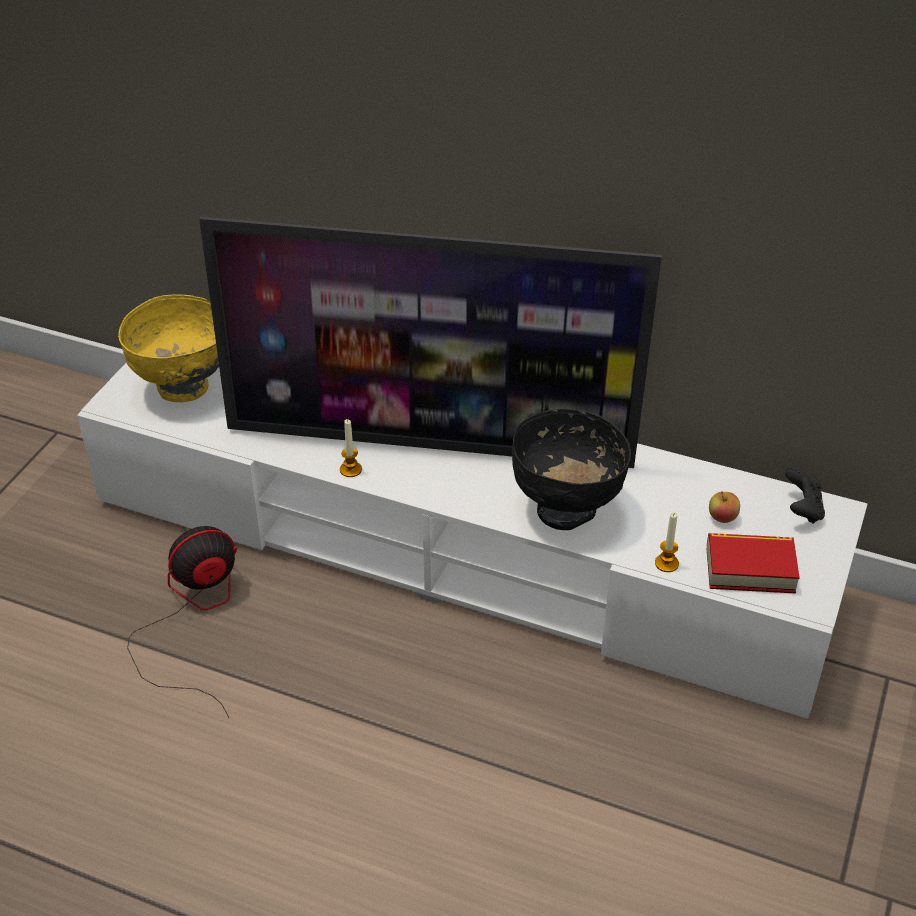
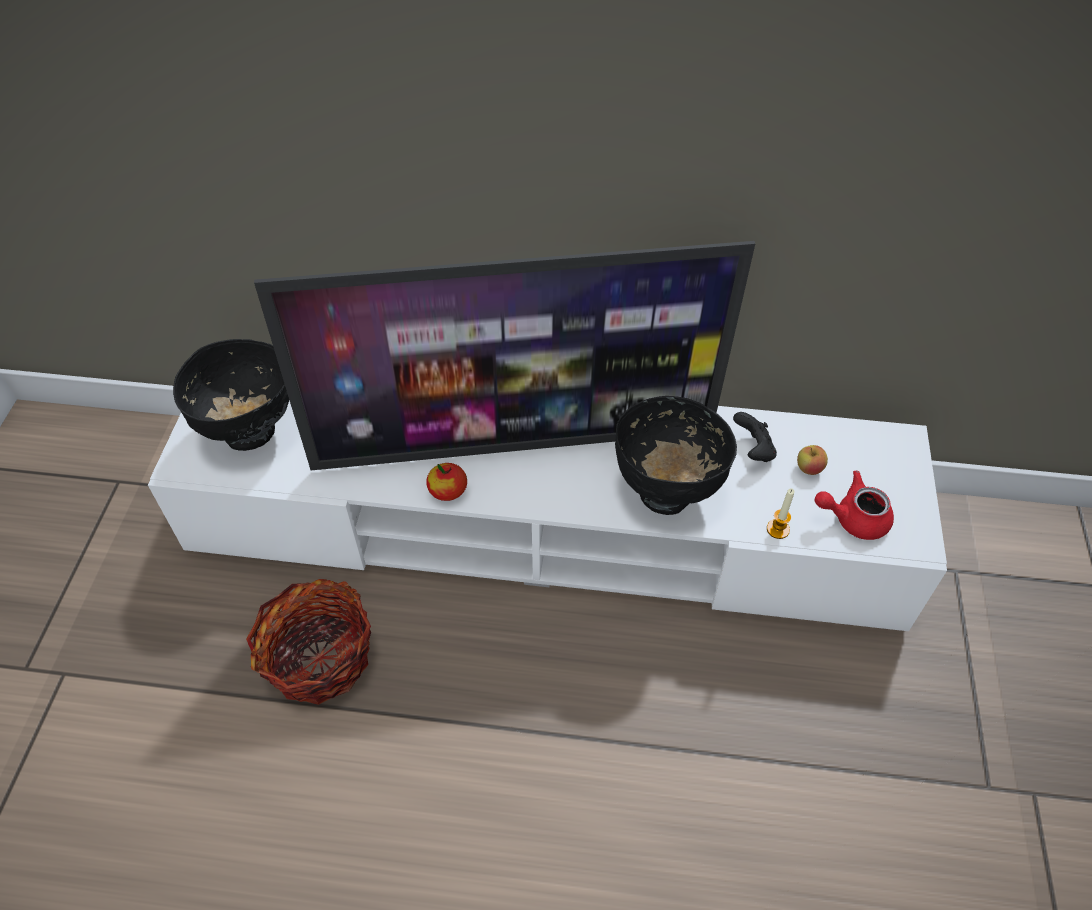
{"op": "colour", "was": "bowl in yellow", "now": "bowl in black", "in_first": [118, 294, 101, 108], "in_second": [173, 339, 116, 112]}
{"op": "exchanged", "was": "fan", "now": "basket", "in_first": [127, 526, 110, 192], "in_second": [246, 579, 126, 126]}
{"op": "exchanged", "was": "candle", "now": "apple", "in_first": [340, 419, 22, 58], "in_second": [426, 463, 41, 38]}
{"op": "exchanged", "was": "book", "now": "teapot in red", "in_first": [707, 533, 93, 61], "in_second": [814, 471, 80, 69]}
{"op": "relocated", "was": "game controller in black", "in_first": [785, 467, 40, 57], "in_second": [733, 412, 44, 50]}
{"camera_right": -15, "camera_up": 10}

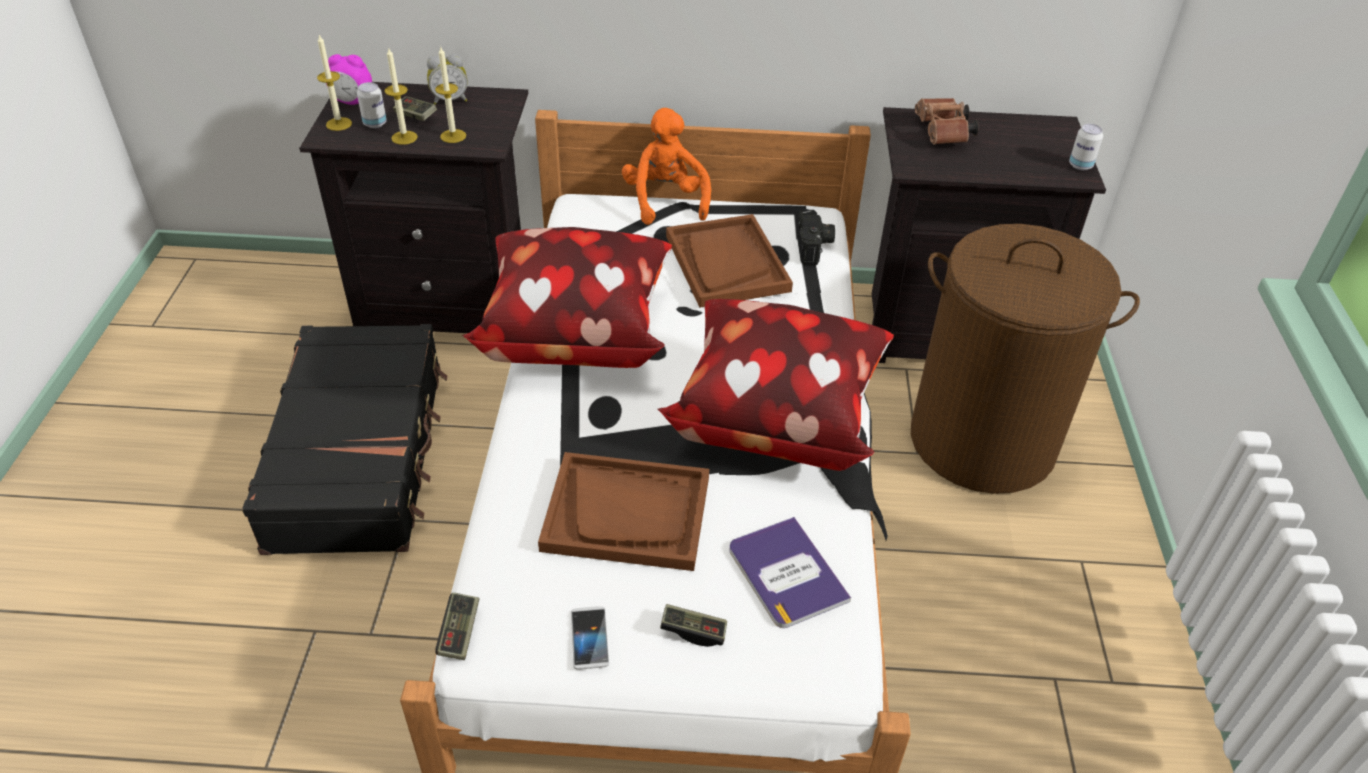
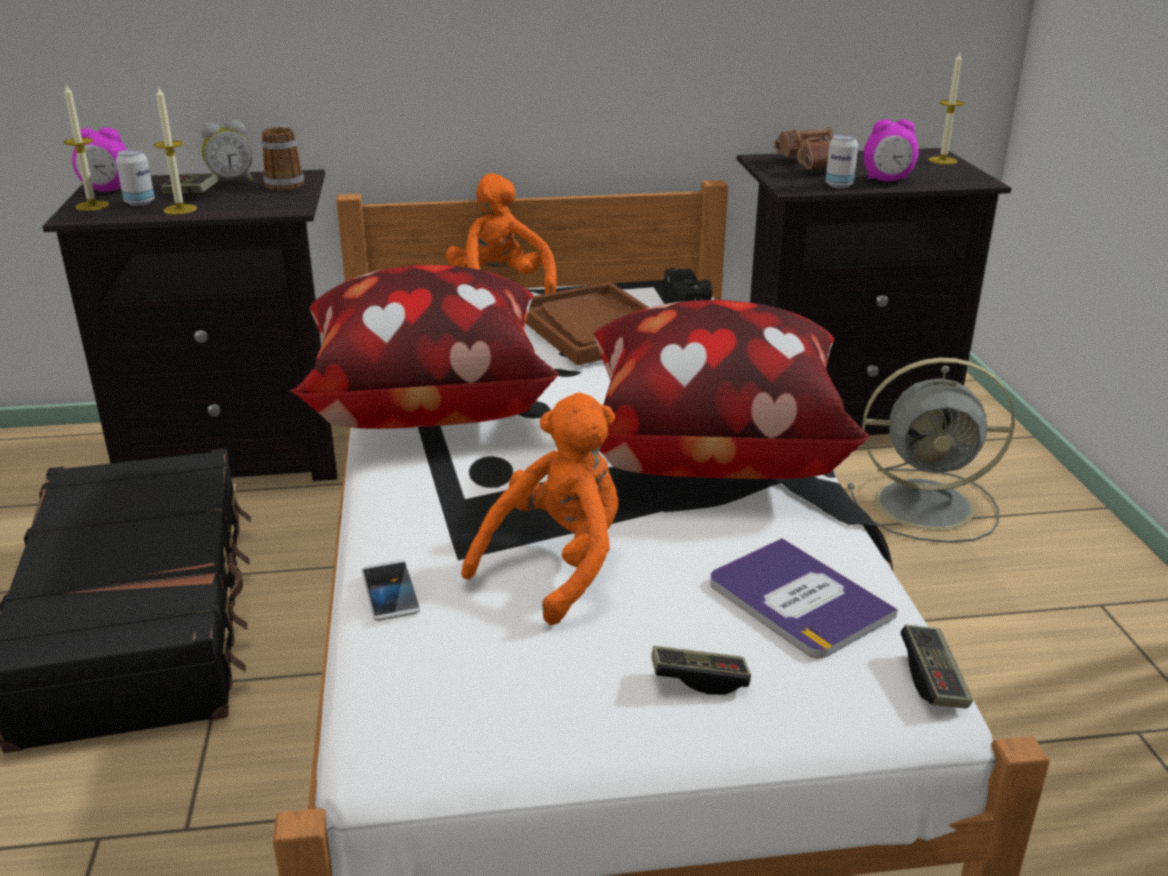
{"op": "relocated", "was": "candle", "in_first": [435, 47, 31, 96], "in_second": [929, 52, 36, 113]}
{"op": "relocated", "was": "game controller", "in_first": [435, 592, 44, 68], "in_second": [901, 625, 72, 84]}
{"op": "exchanged", "was": "tray in brown", "now": "plush toy in orange", "in_first": [538, 452, 171, 119], "in_second": [461, 393, 157, 232]}
{"op": "relocated", "was": "phone", "in_first": [571, 606, 38, 64], "in_second": [362, 560, 59, 61]}
{"op": "exchanged", "was": "laundry basket in brown", "now": "fan in grey", "in_first": [911, 224, 229, 270], "in_second": [848, 358, 167, 185]}
{"op": "relocated", "was": "can", "in_first": [1069, 124, 34, 46], "in_second": [826, 134, 32, 54]}
{"op": "appeared", "now": "mug", "in_second": [262, 125, 42, 66]}
{"op": "appeared", "now": "alarm clock", "in_second": [864, 119, 55, 62]}
{"camera_right": -10, "camera_up": -15}

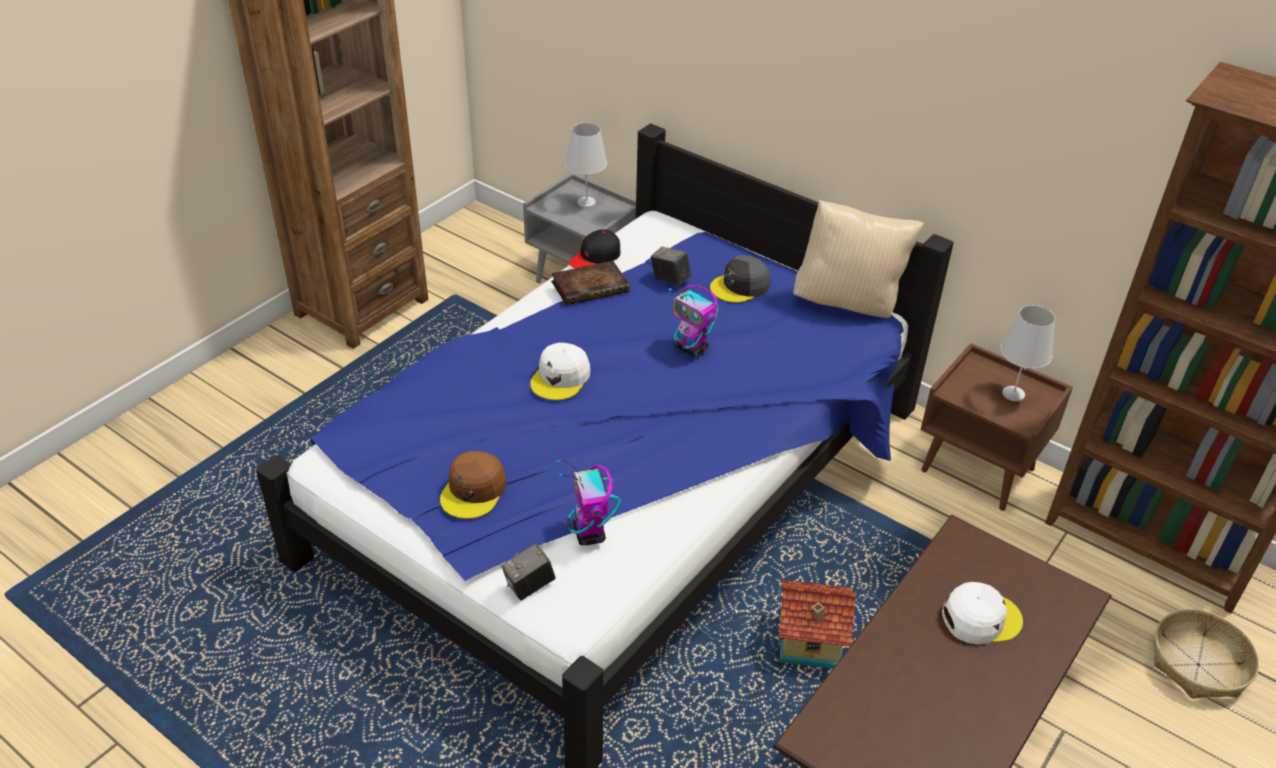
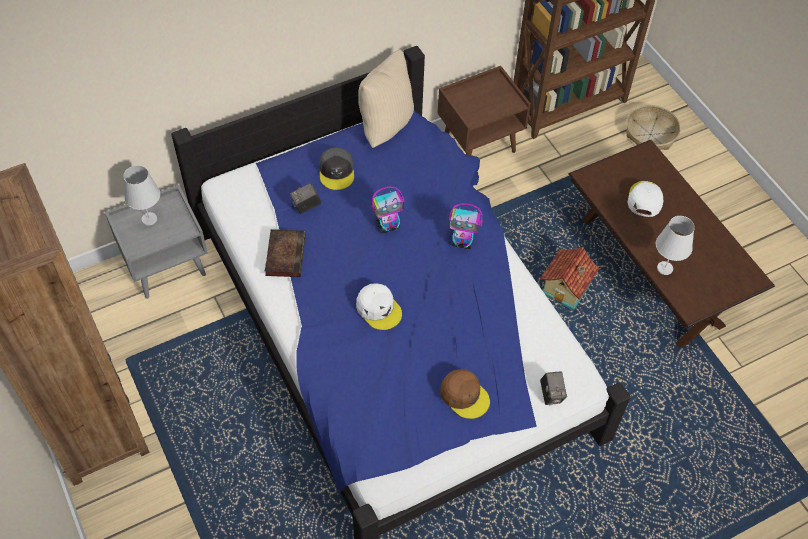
{"op": "relocated", "was": "toy robot", "in_first": [556, 460, 65, 85], "in_second": [448, 203, 35, 46]}
{"op": "missing", "was": "cap in black", "in_first": [569, 229, 52, 40]}
{"op": "relocated", "was": "table lamp in white", "in_first": [1000, 305, 55, 97], "in_second": [656, 216, 39, 59]}
{"camera_right": -65, "camera_up": 15}

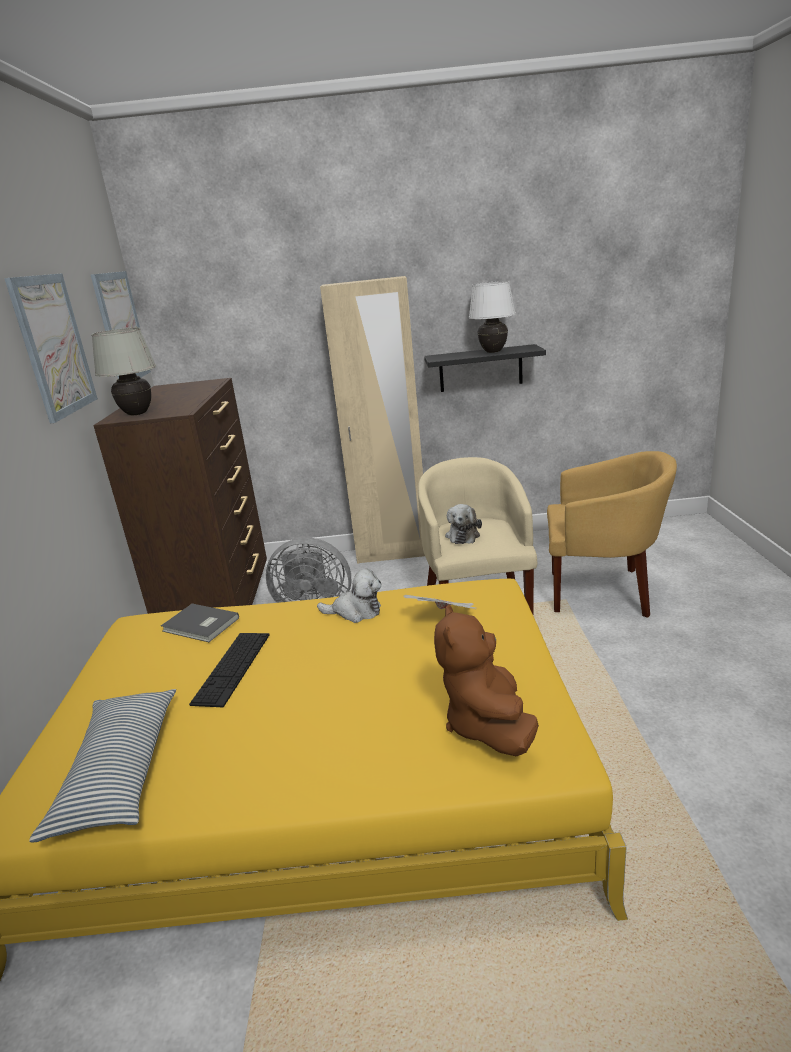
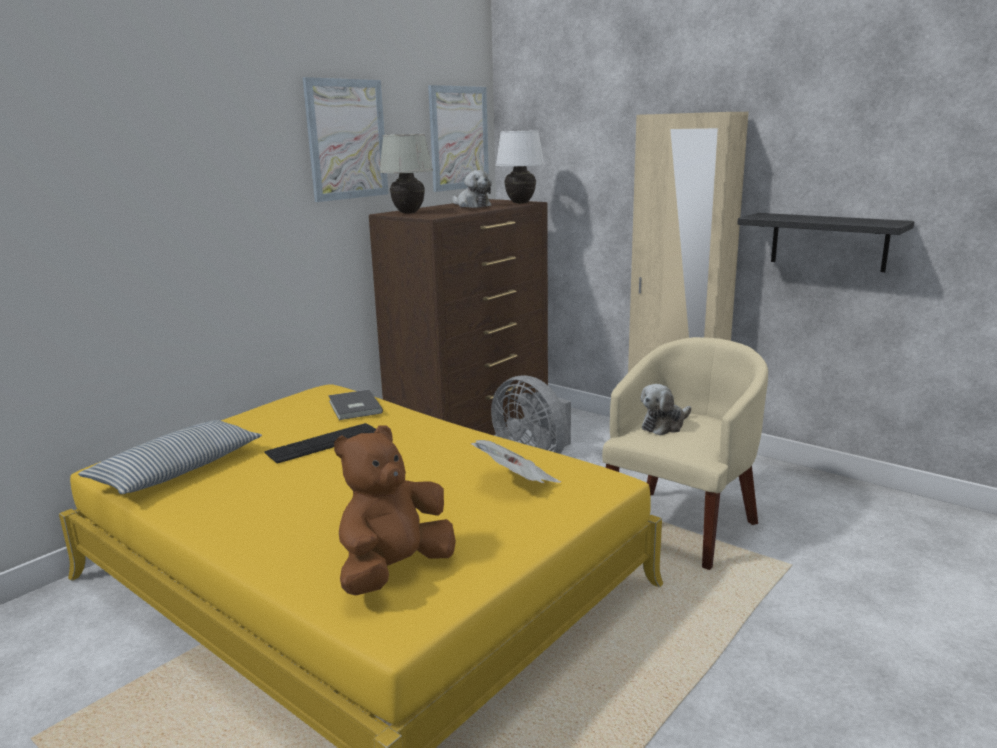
{"op": "relocated", "was": "plush toy", "in_first": [317, 569, 65, 54], "in_second": [452, 170, 40, 38]}
{"op": "relocated", "was": "table lamp in white", "in_first": [469, 281, 47, 72], "in_second": [496, 131, 49, 72]}
{"op": "missing", "was": "armchair in yellow", "in_first": [547, 451, 130, 167]}
{"camera_right": 40, "camera_up": -5}

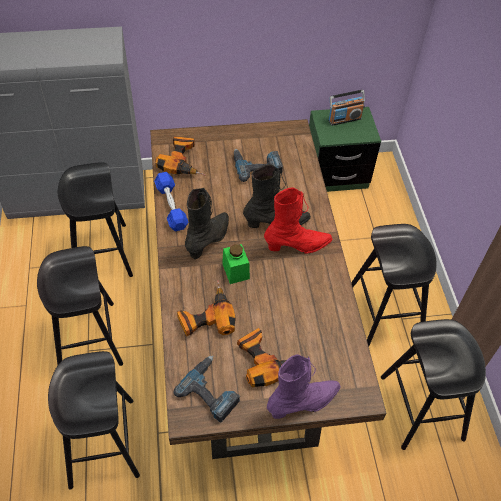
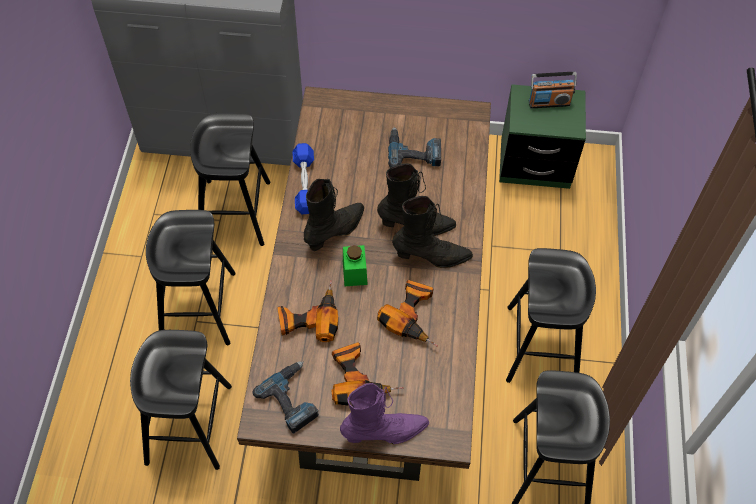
{"op": "relocated", "was": "power drill", "in_first": [155, 136, 50, 39], "in_second": [377, 280, 61, 67]}
{"op": "colour", "was": "boot in red", "now": "boot in black", "in_first": [264, 188, 68, 66], "in_second": [392, 196, 81, 72]}
{"camera_right": 15, "camera_up": 5}

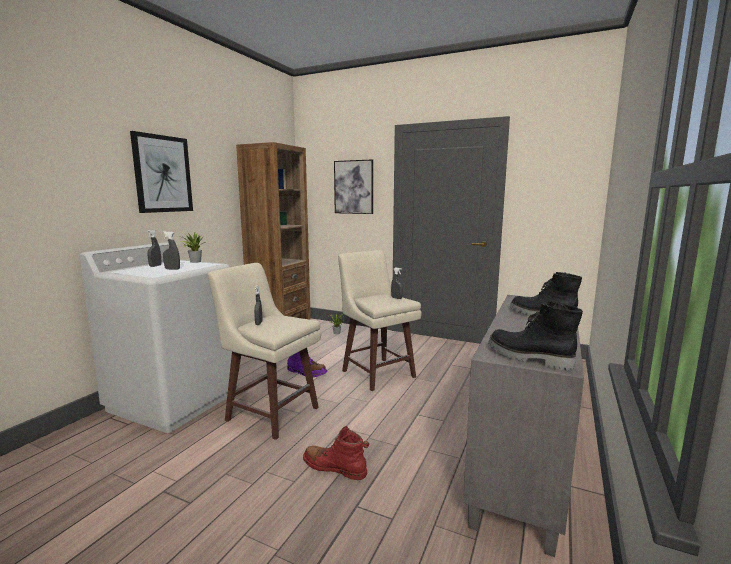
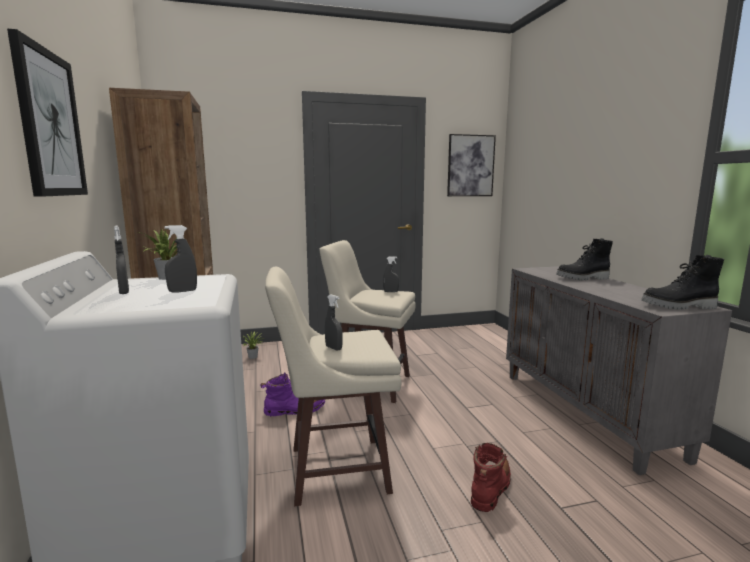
{"op": "spun", "was": "boot in red", "in_first": [303, 426, 66, 54], "in_second": [471, 443, 40, 69], "clockwise": 135}
{"op": "relocated", "was": "picture", "in_first": [334, 159, 39, 55], "in_second": [447, 134, 49, 62]}
{"camera_right": -40, "camera_up": 0}

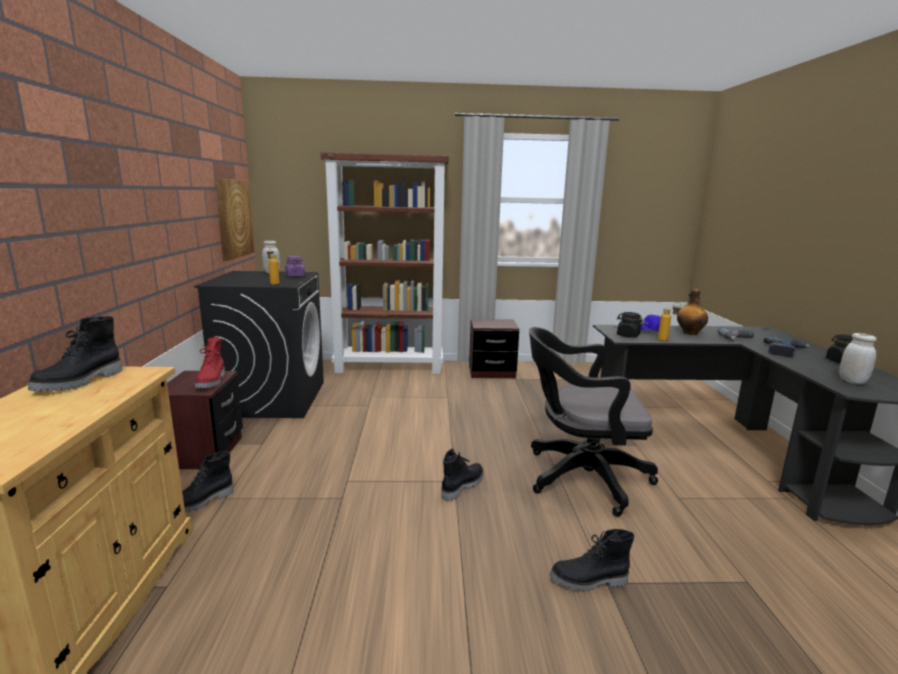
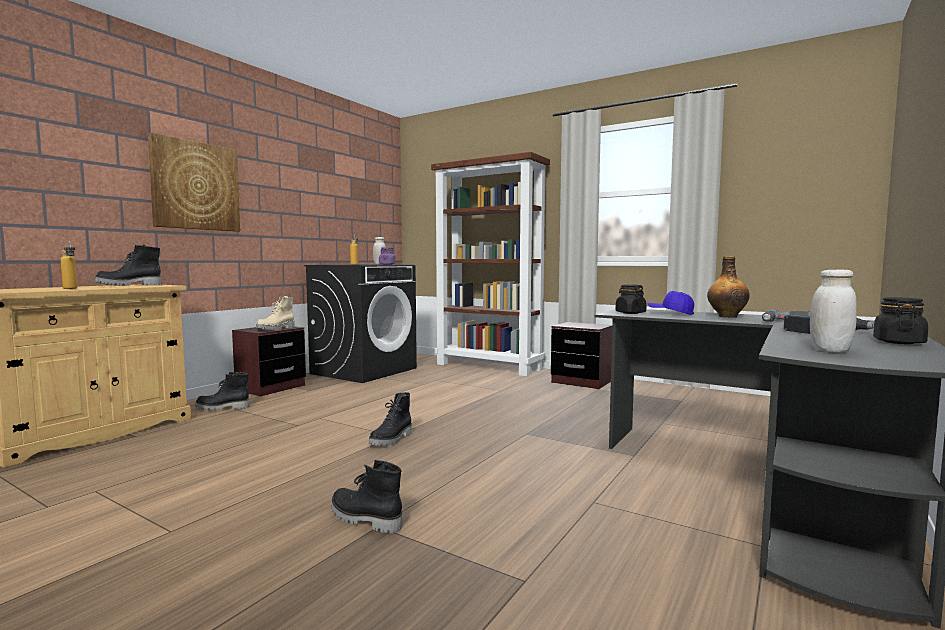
{"op": "colour", "was": "boot in red", "now": "boot in beige", "in_first": [194, 337, 31, 51], "in_second": [256, 296, 38, 34]}
{"op": "relocated", "was": "picture", "in_first": [216, 179, 39, 82], "in_second": [148, 133, 92, 99]}
{"op": "spun", "was": "boot in black", "in_first": [441, 448, 43, 53], "in_second": [368, 392, 44, 54], "clockwise": 135}
{"op": "missing", "was": "office chair in black", "in_first": [529, 327, 129, 190]}
{"op": "relocated", "was": "bottle", "in_first": [658, 302, 23, 39], "in_second": [61, 242, 16, 47]}
{"camera_right": 35, "camera_up": -10}

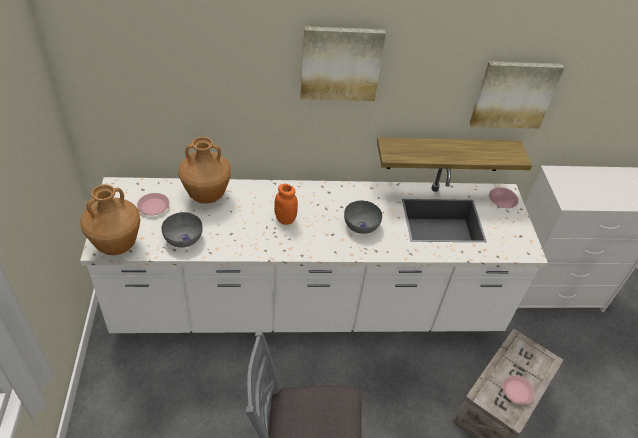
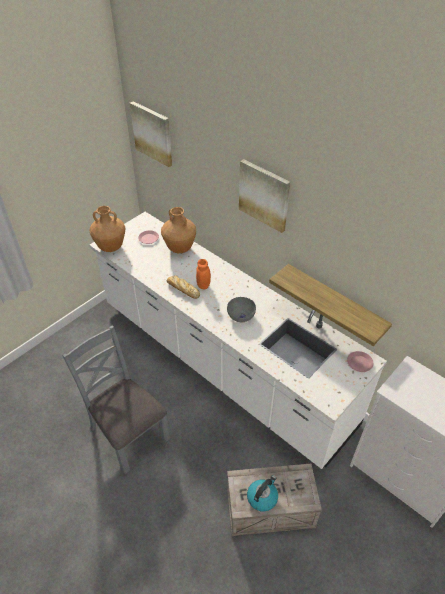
{"op": "missing", "was": "bowl in grey", "in_first": [161, 212, 42, 36]}
{"op": "relocated", "was": "picture", "in_first": [470, 61, 94, 68], "in_second": [130, 101, 42, 66]}
{"op": "exchanged", "was": "plate in pink", "now": "kettle", "in_first": [503, 375, 32, 30], "in_second": [247, 475, 31, 37]}
{"op": "appeared", "now": "bread", "in_second": [167, 275, 33, 24]}
{"camera_right": 50, "camera_up": 0}

